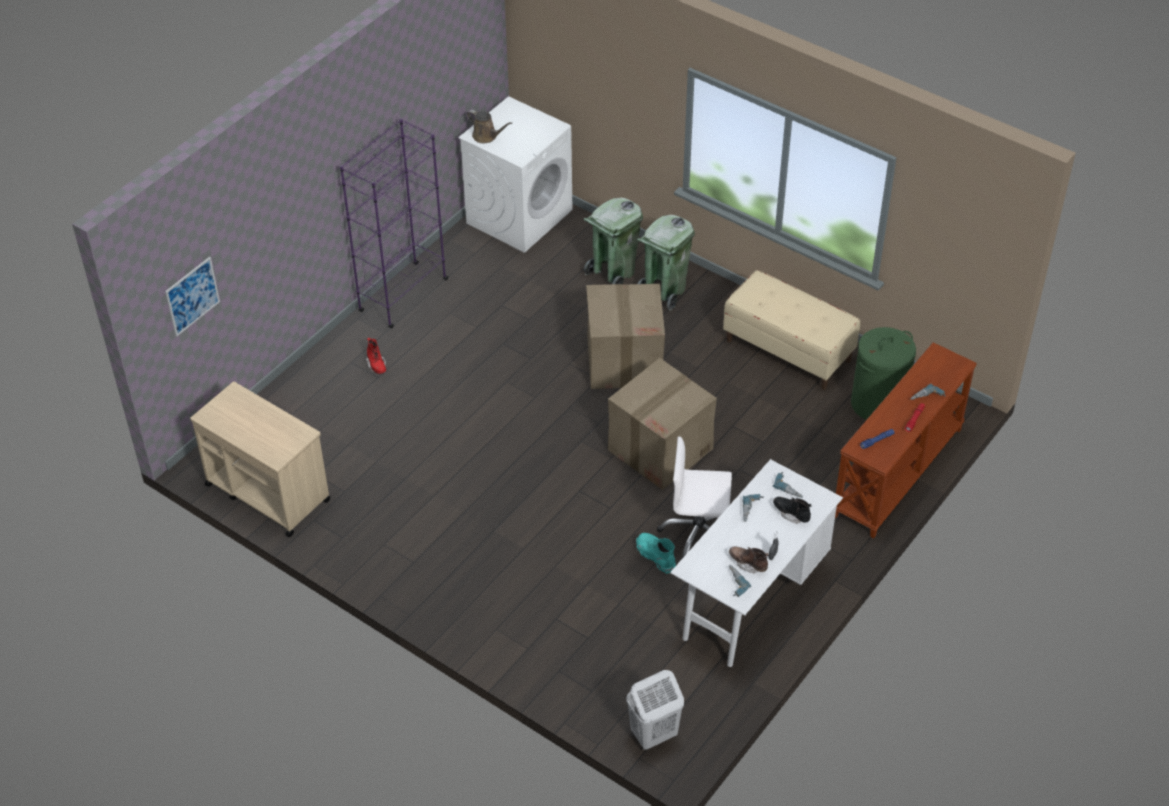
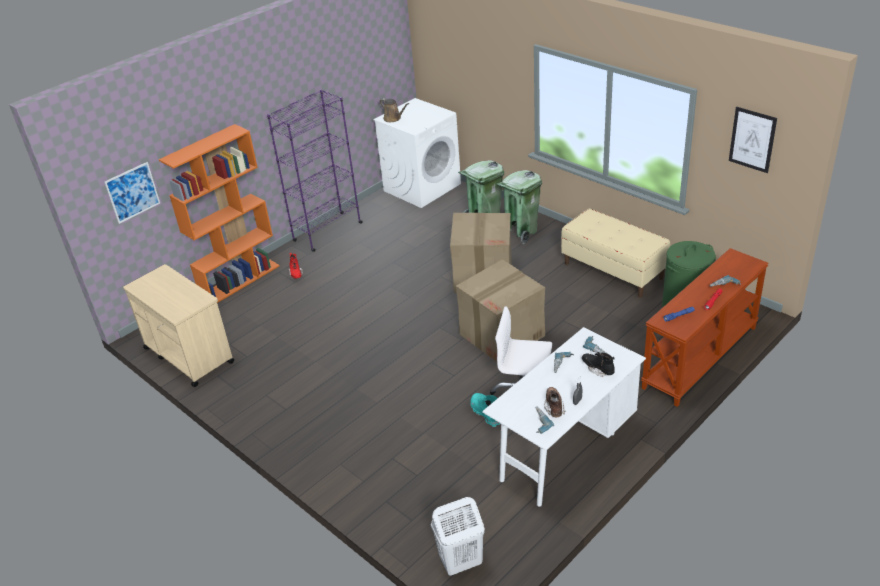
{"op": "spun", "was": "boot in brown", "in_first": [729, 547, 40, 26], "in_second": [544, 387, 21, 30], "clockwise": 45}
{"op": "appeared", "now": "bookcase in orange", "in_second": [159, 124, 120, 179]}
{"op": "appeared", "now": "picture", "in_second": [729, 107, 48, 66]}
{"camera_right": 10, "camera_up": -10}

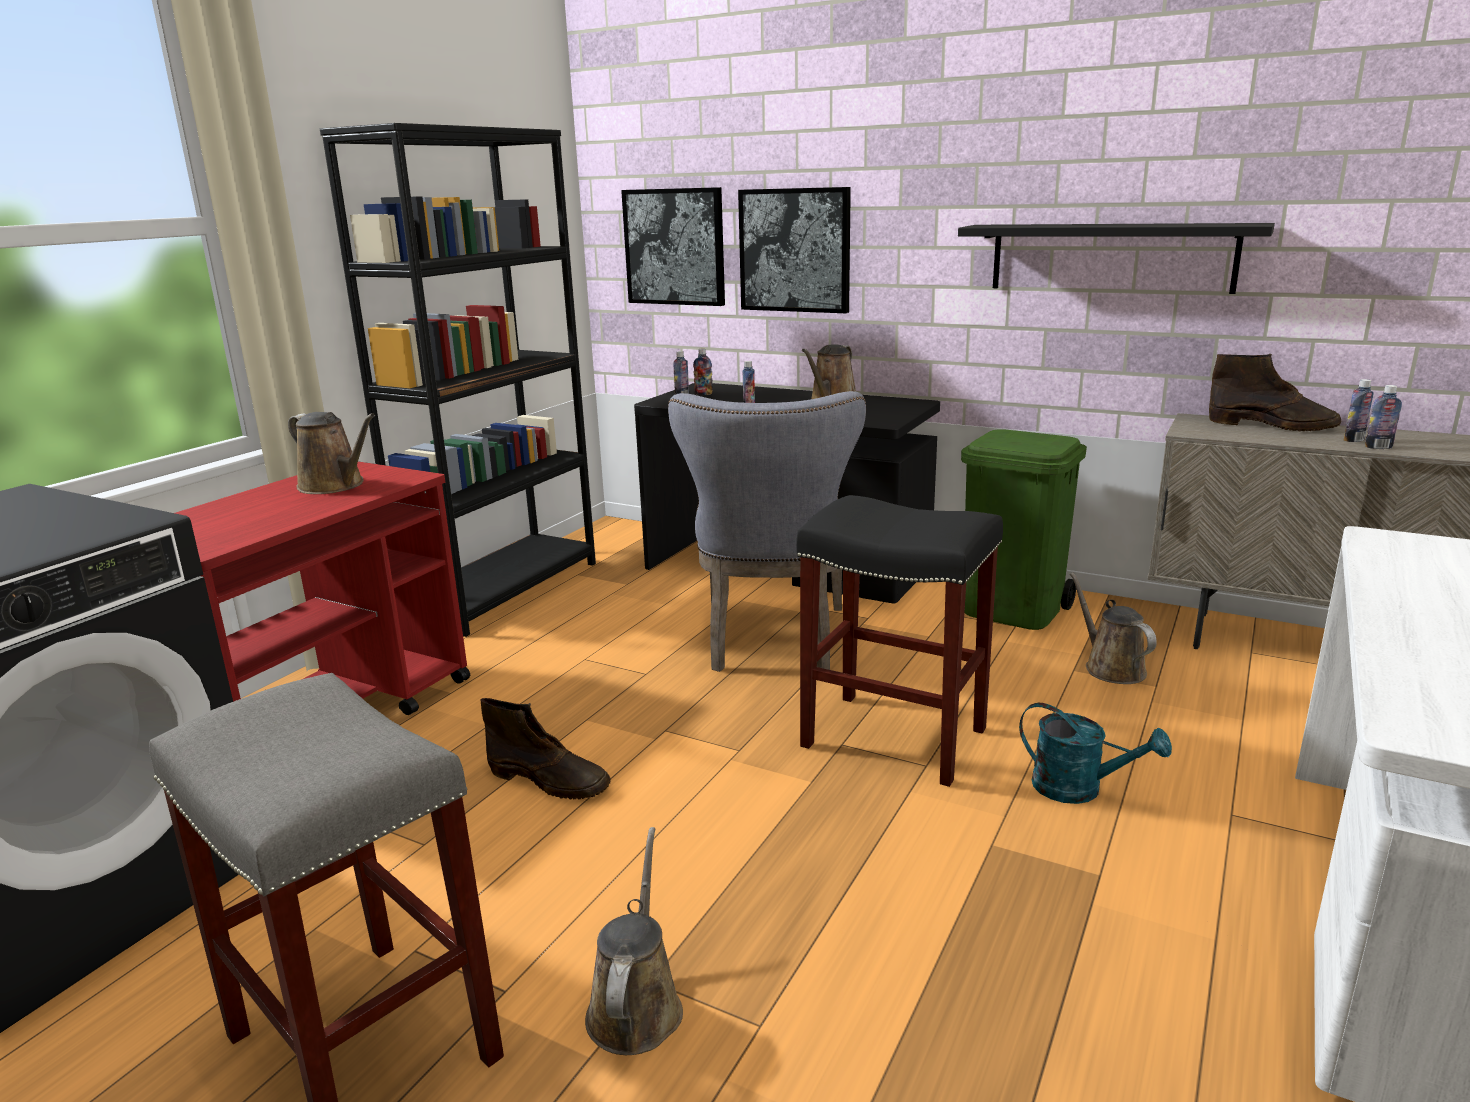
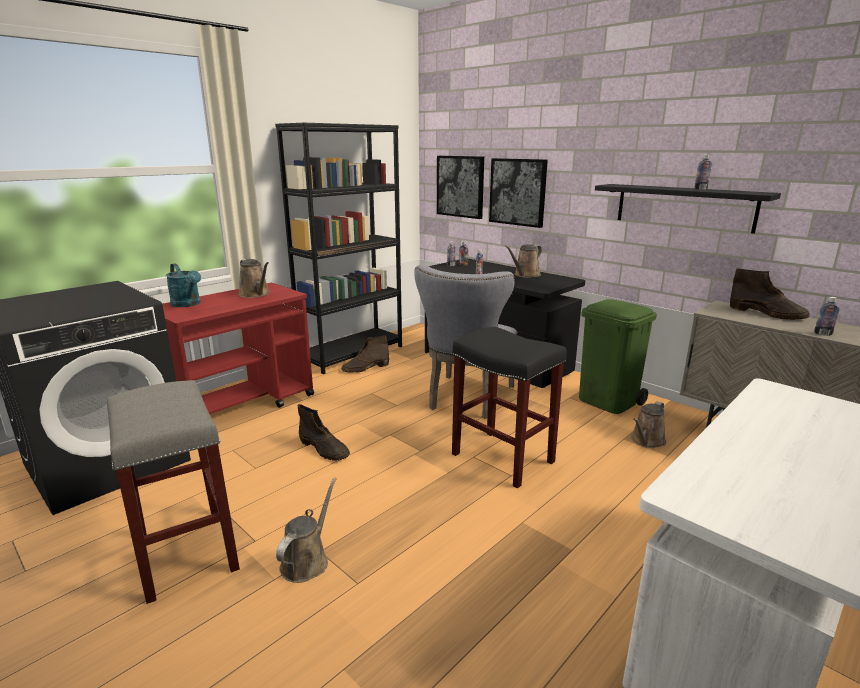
{"op": "relocated", "was": "watering can in turquoise", "in_first": [1019, 703, 153, 101], "in_second": [166, 263, 35, 44]}
{"op": "spun", "was": "watering can in brown", "in_first": [1070, 572, 87, 112], "in_second": [631, 402, 35, 46], "clockwise": -135}
{"op": "relocated", "was": "bottle", "in_first": [1343, 379, 31, 63], "in_second": [694, 155, 18, 35]}
{"op": "appeared", "now": "boot in brown", "in_second": [341, 336, 48, 37]}
{"camera_right": 15, "camera_up": 0}

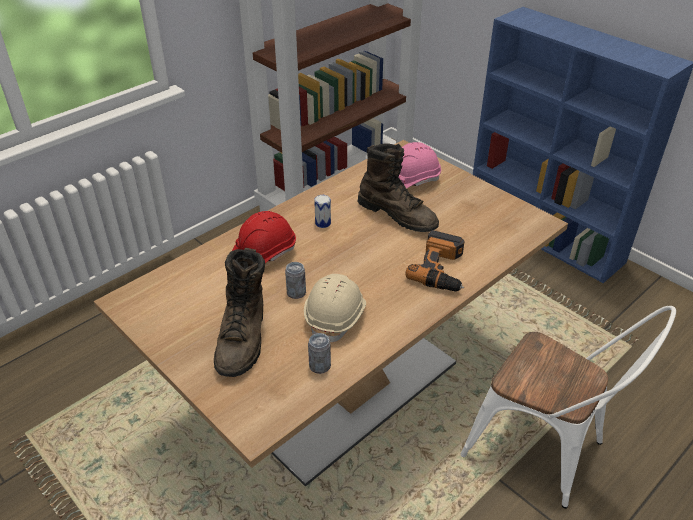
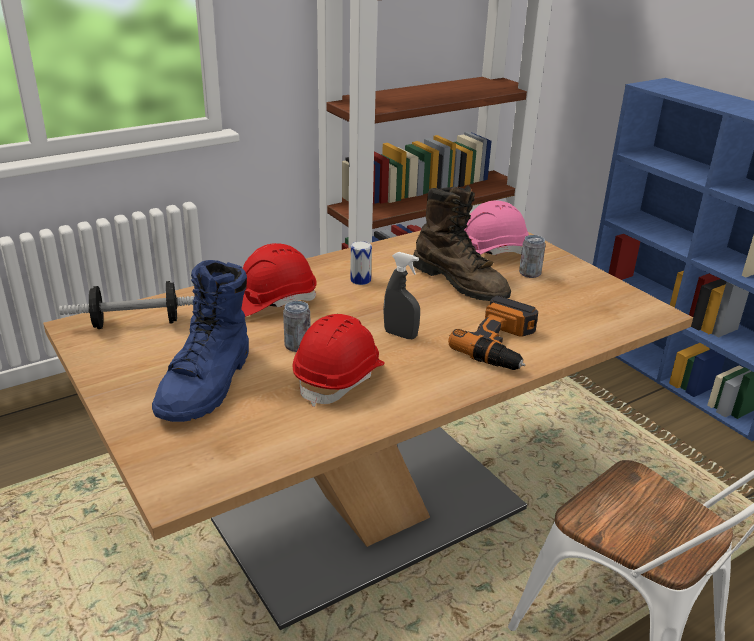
{"op": "colour", "was": "boot in brown", "now": "boot in blue", "in_first": [214, 248, 51, 129], "in_second": [152, 260, 97, 162]}
{"op": "colour", "was": "hard hat in beige", "now": "hard hat in red", "in_first": [304, 274, 62, 68], "in_second": [293, 314, 92, 93]}
{"op": "relocated", "was": "can", "in_first": [308, 333, 23, 41], "in_second": [519, 235, 27, 43]}
{"op": "appeared", "now": "dumbbell", "in_second": [59, 281, 135, 48]}
{"op": "appeared", "now": "spray bottle in grey", "in_second": [383, 252, 37, 87]}
{"camera_right": 10, "camera_up": -10}

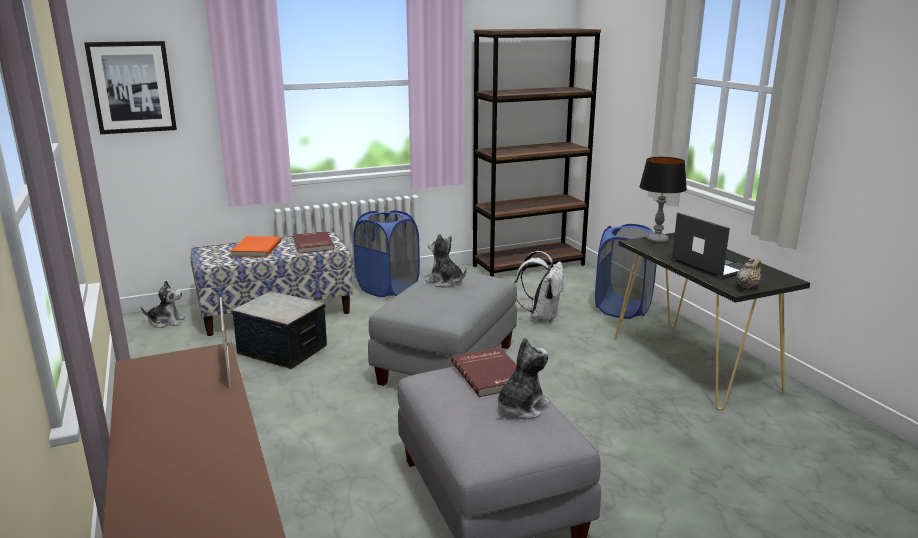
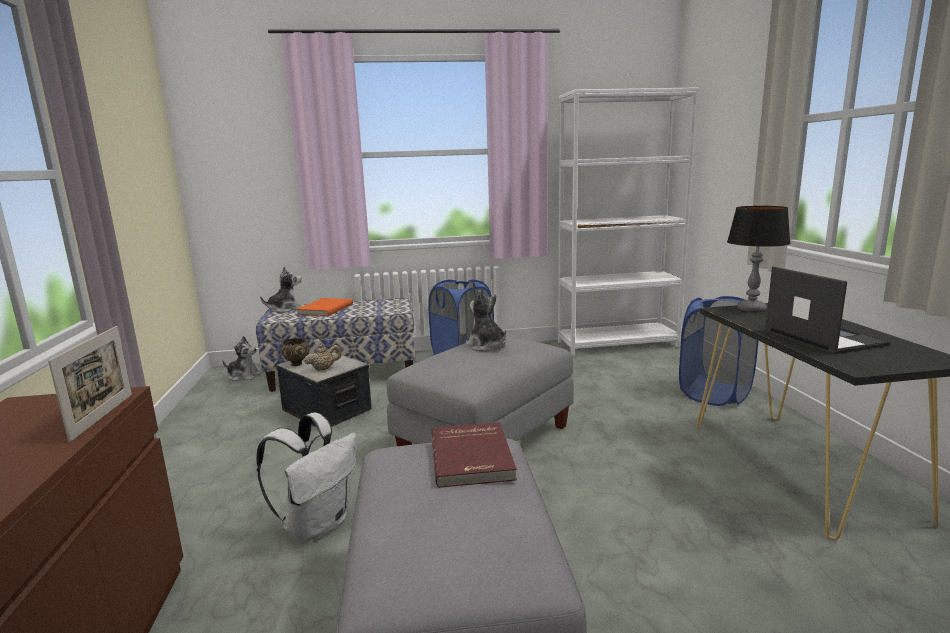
{"op": "missing", "was": "picture", "in_first": [84, 41, 93, 93]}
{"op": "missing", "was": "book in red", "in_first": [293, 231, 42, 23]}
{"op": "colour", "was": "bookcase in brown", "now": "bookcase in white", "in_first": [473, 28, 128, 249], "in_second": [558, 87, 140, 269]}
{"op": "relocated", "was": "plush toy", "in_first": [498, 337, 52, 82], "in_second": [260, 267, 42, 46]}
{"op": "relocated", "was": "backpack in white", "in_first": [514, 251, 50, 71], "in_second": [256, 413, 101, 129]}
{"op": "relocated", "was": "teapot in beige", "in_first": [736, 259, 26, 30], "in_second": [304, 344, 37, 27]}
{"op": "appeared", "now": "bowl in brown", "in_second": [281, 339, 28, 27]}
{"camera_right": 15, "camera_up": -5}

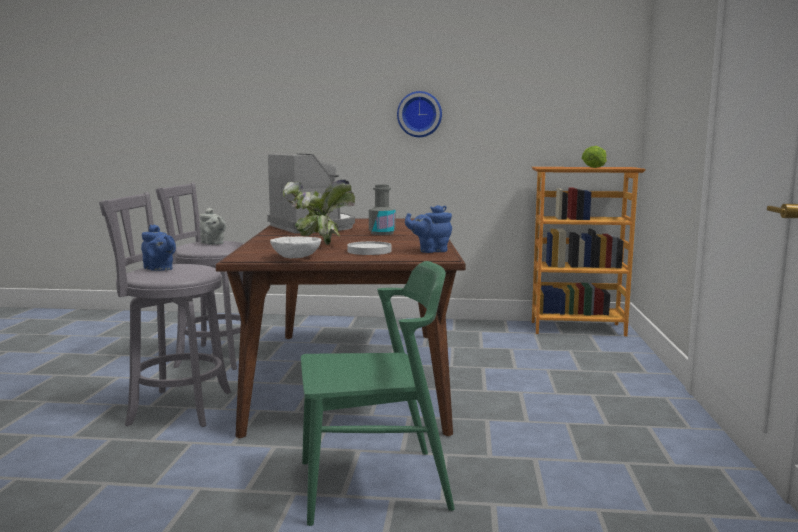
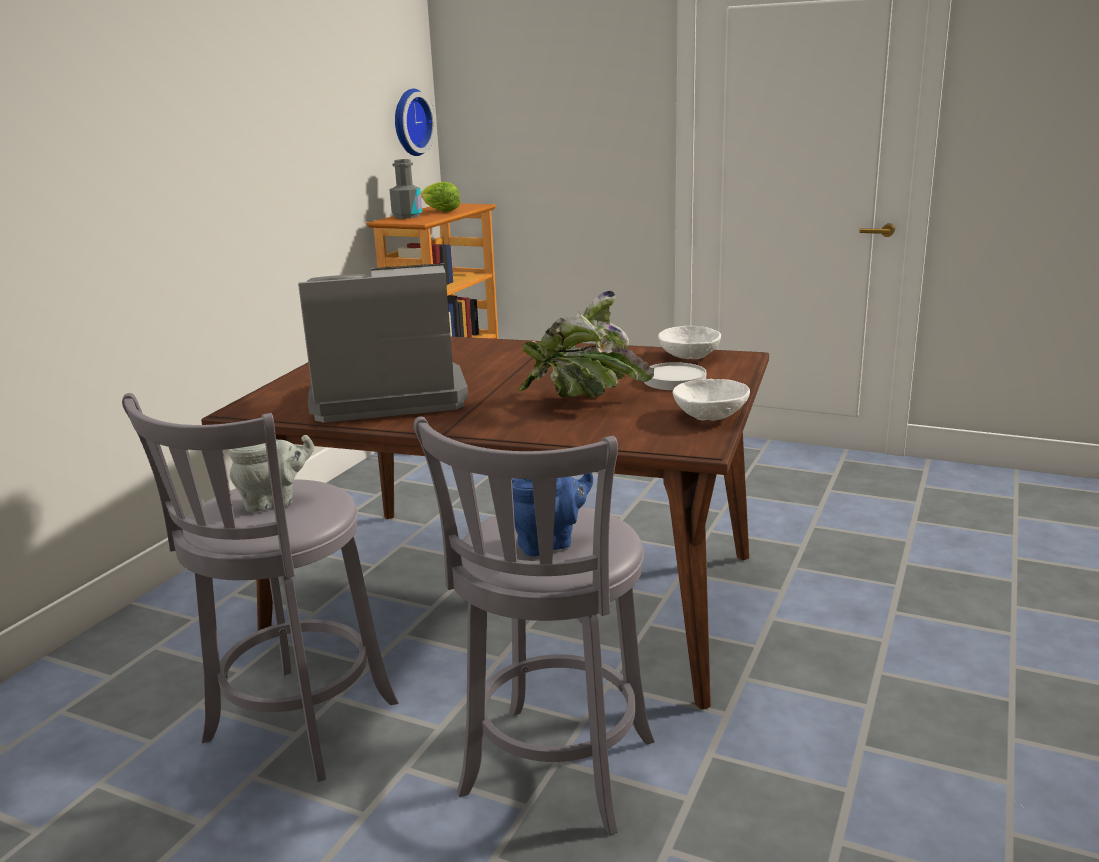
{"op": "missing", "was": "chair in green", "in_first": [301, 261, 154, 265]}
{"op": "relocated", "was": "bottle in grey", "in_first": [369, 185, 27, 50], "in_second": [389, 159, 33, 60]}
{"op": "relocated", "was": "wall clock", "in_first": [397, 91, 45, 46], "in_second": [395, 89, 41, 67]}
{"op": "exchanged", "was": "teapot in blue", "now": "bowl in white", "in_first": [405, 205, 47, 48], "in_second": [658, 326, 63, 33]}
{"camera_right": -70, "camera_up": 10}

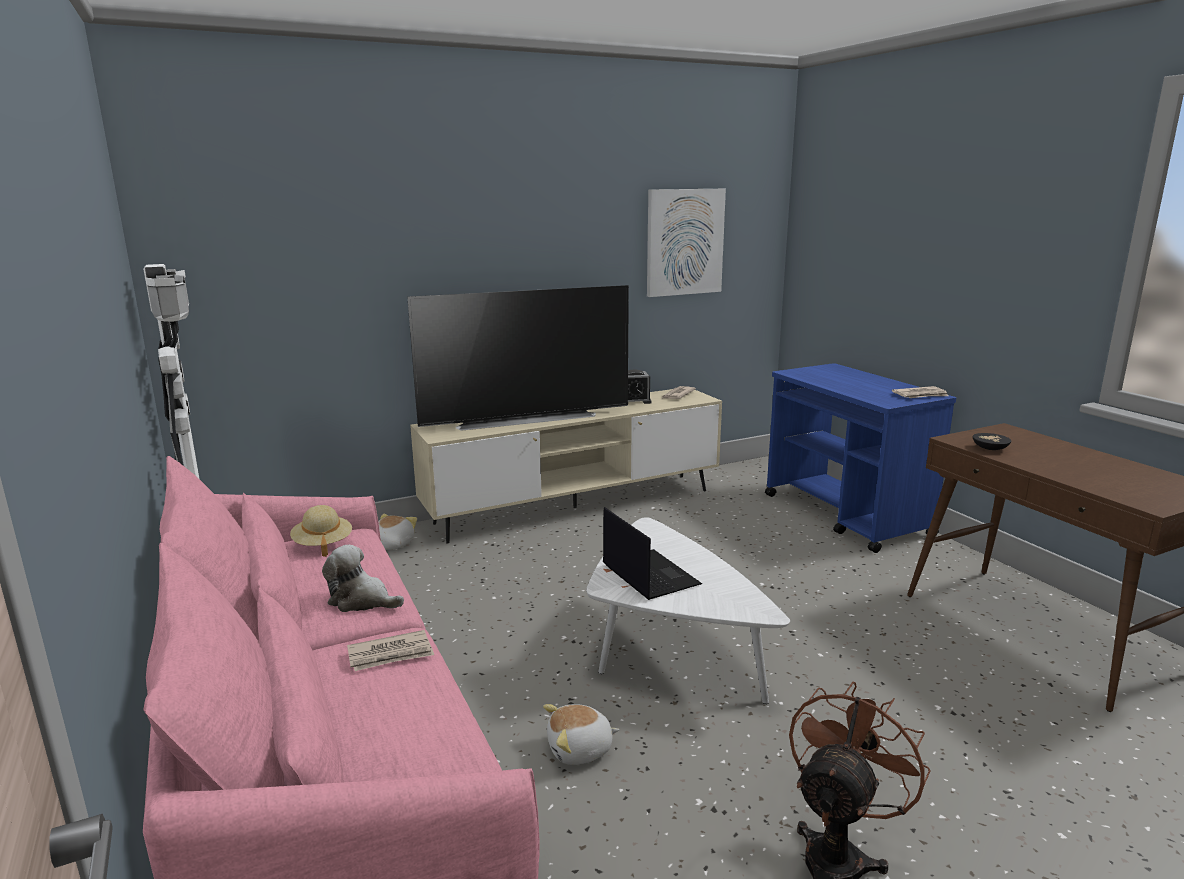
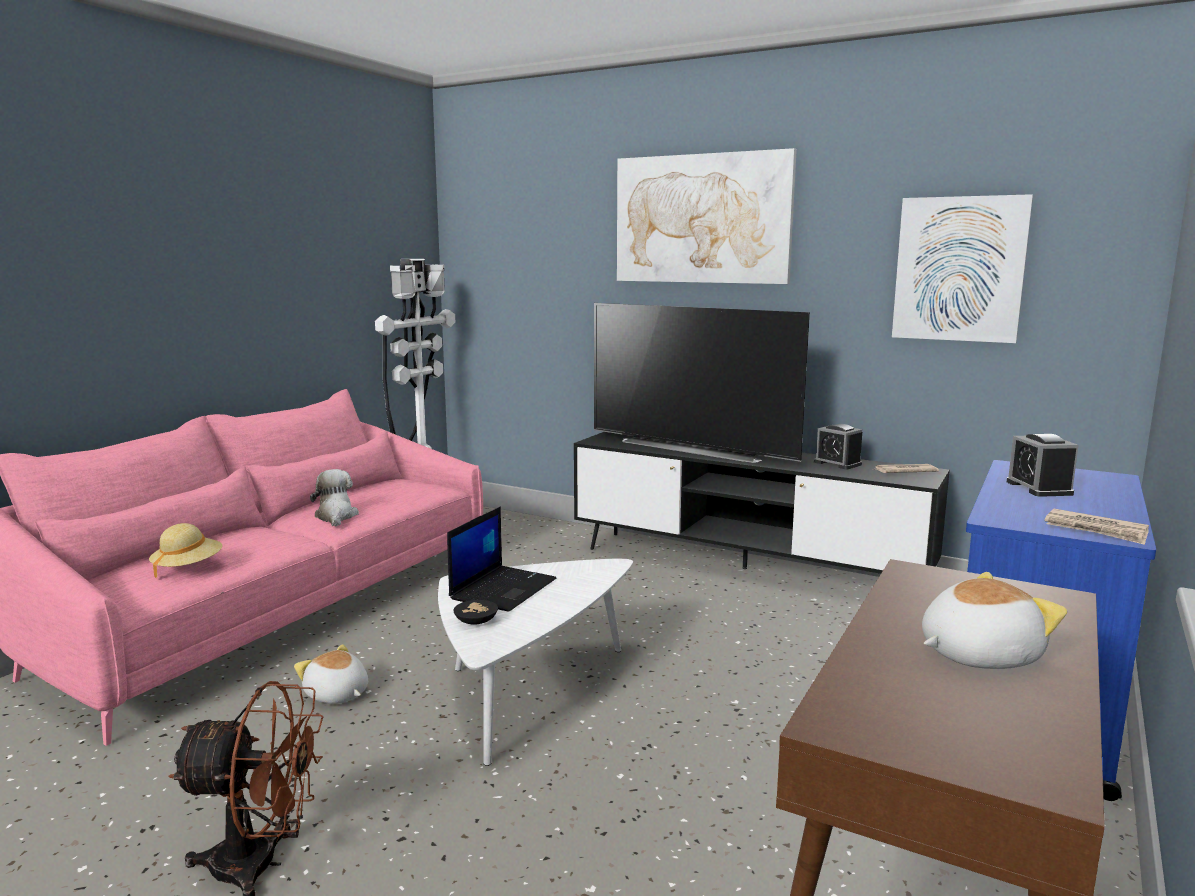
{"op": "relocated", "was": "hat in beige", "in_first": [290, 505, 62, 52], "in_second": [149, 523, 74, 56]}
{"op": "missing", "was": "newspaper", "in_first": [347, 630, 87, 41]}
{"op": "relocated", "was": "plush toy", "in_first": [378, 514, 39, 36], "in_second": [922, 572, 145, 97]}
{"op": "colour", "was": "tv stand in beige", "now": "tv stand in black", "in_first": [410, 389, 312, 155], "in_second": [574, 432, 376, 142]}
{"op": "relocated", "was": "bowl in black", "in_first": [972, 433, 39, 17], "in_second": [453, 600, 45, 25]}
{"op": "appeared", "now": "picture", "in_second": [617, 148, 180, 136]}
{"op": "appeared", "now": "alarm clock", "in_second": [1007, 434, 72, 63]}
{"camera_right": 55, "camera_up": -5}

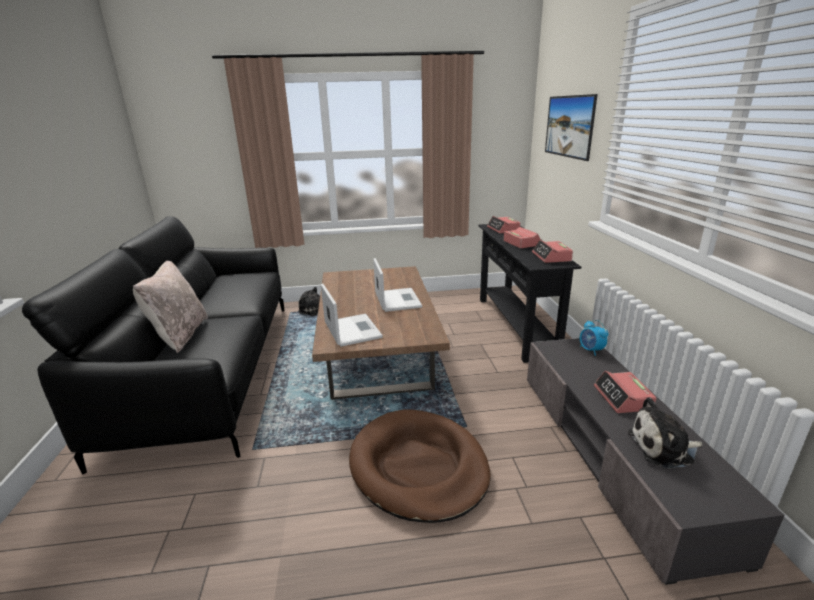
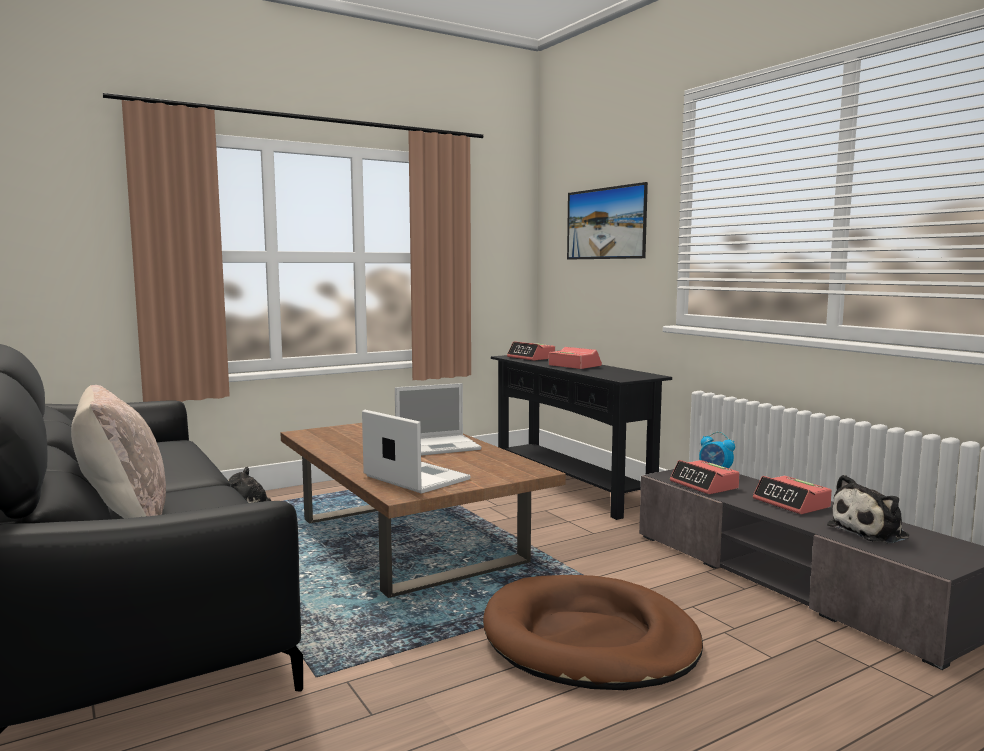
{"op": "spun", "was": "laptop", "in_first": [373, 258, 49, 54], "in_second": [395, 383, 86, 73], "clockwise": 105}
{"op": "relocated", "was": "alarm clock", "in_first": [532, 239, 41, 24], "in_second": [670, 460, 69, 34]}
{"camera_right": -25, "camera_up": -15}

